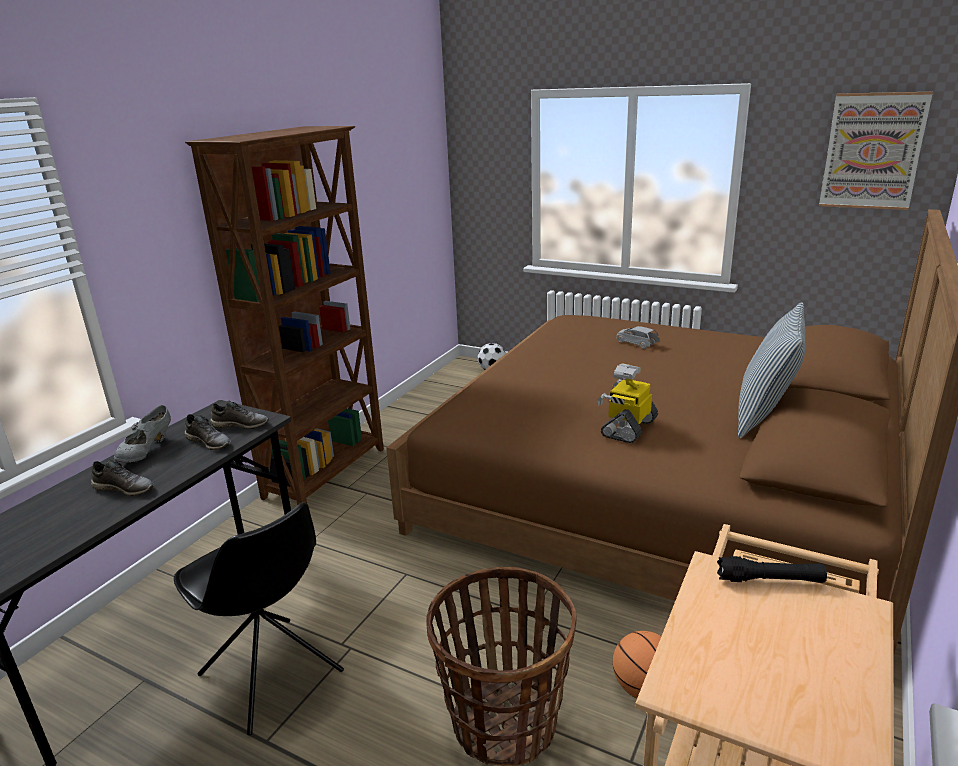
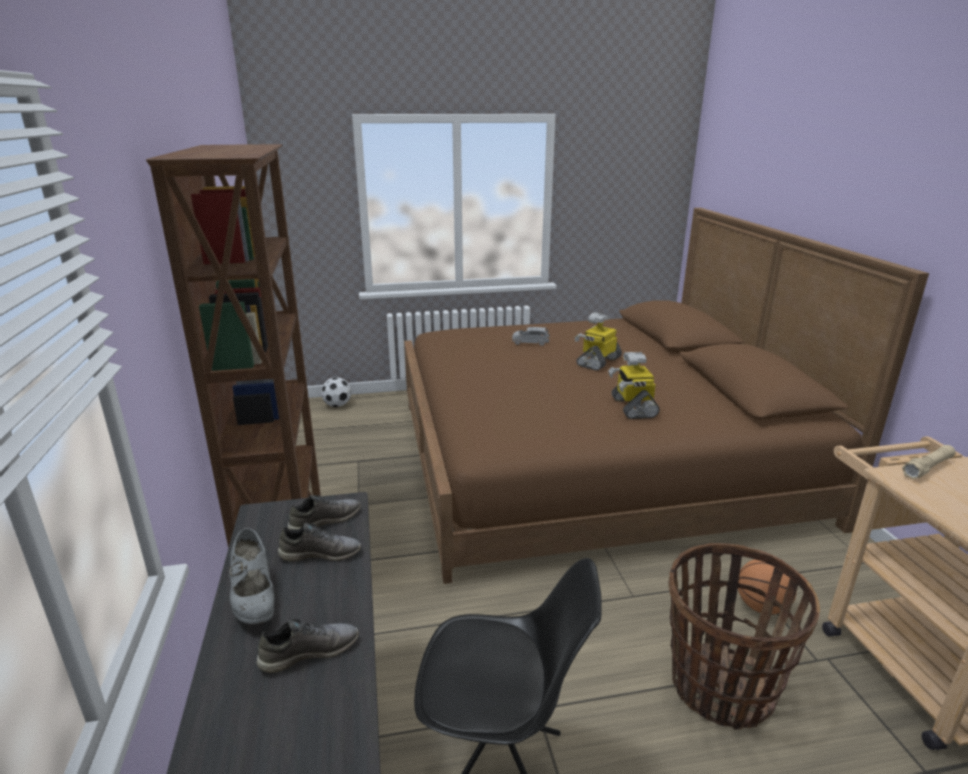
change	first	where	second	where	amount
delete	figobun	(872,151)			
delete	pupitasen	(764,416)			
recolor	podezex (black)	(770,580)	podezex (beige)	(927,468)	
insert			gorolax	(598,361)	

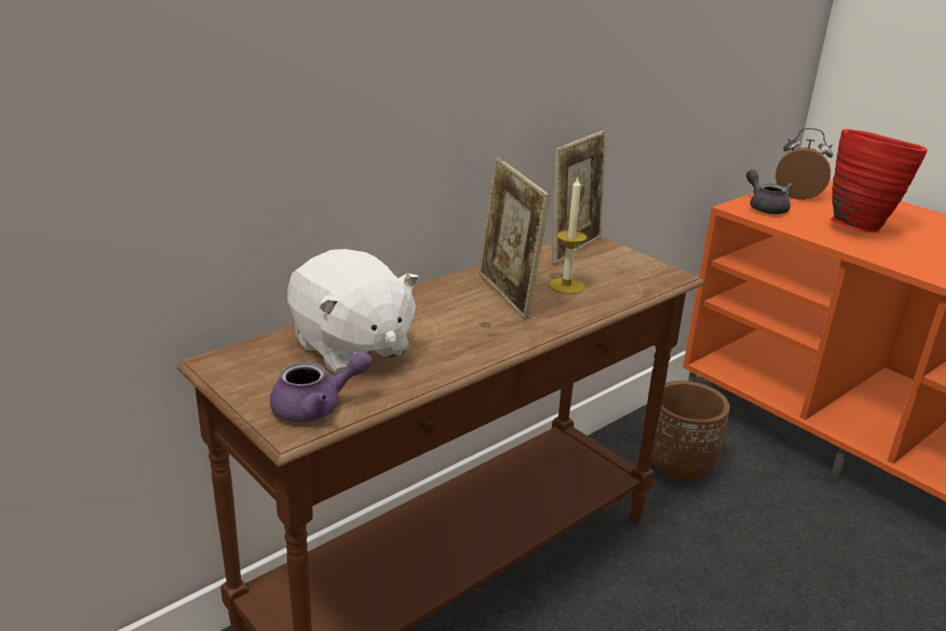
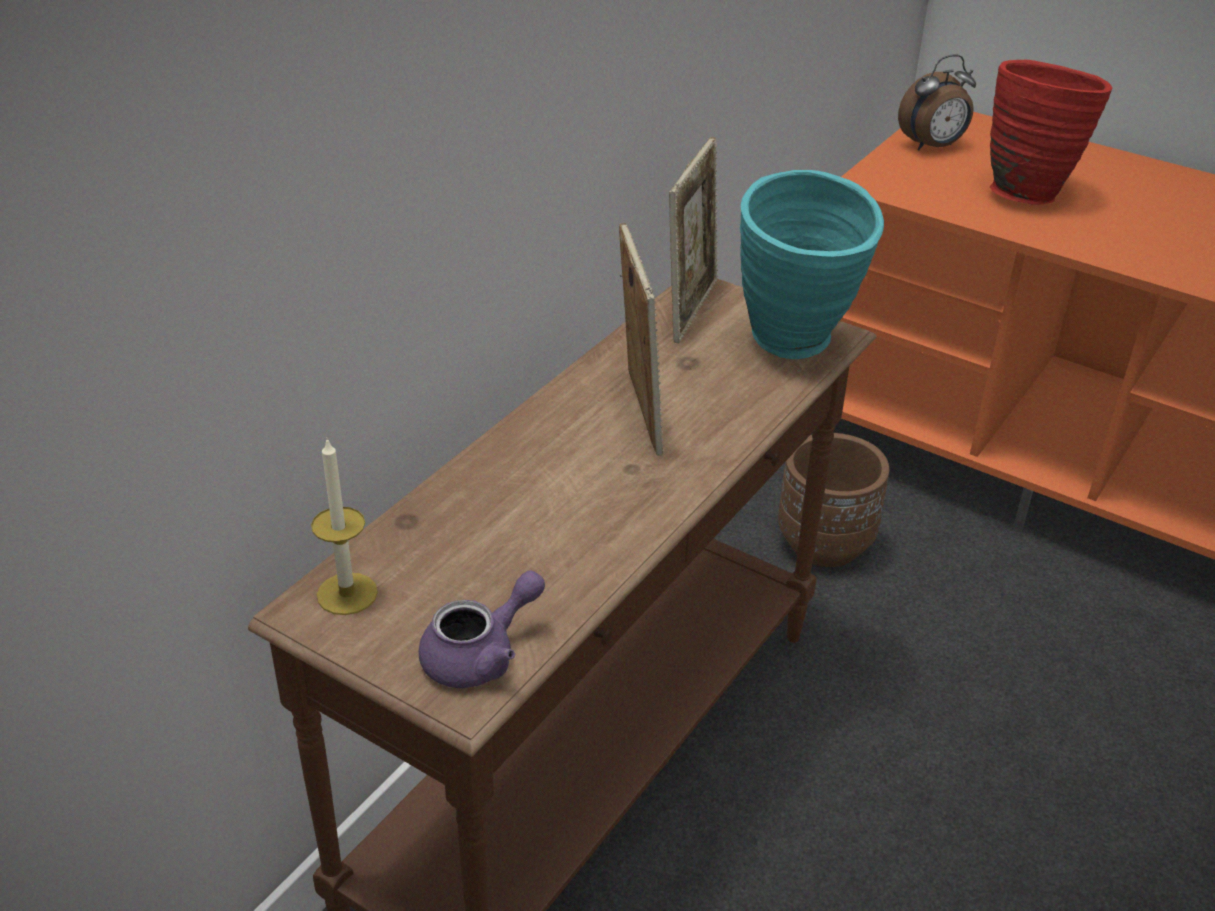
change	first	where	second	where	amount
rotate	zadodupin	(797,195)		(933,146)	150 degrees clockwise
rotate	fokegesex	(507,295)		(638,412)	150 degrees counterclockwise
delete	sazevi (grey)	(765,207)			
move	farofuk	(566,286)		(347,594)	
delete	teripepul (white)	(351,348)			
insert			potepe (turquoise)	(796,348)	

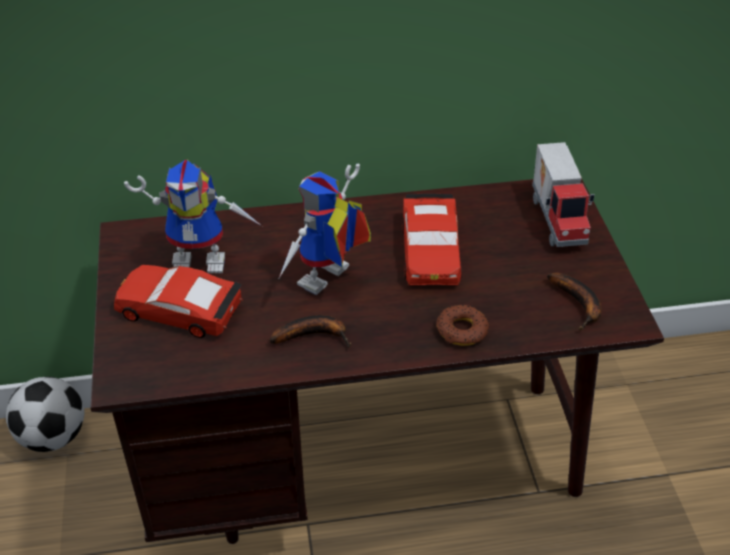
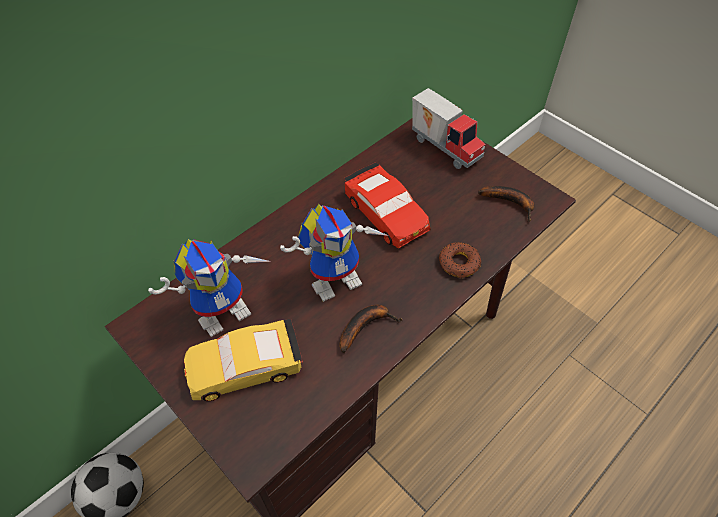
change	first	where	second	where	amount
rotate	gorolax	(327,283)		(337,278)	120 degrees counterclockwise
recolor	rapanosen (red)	(180,310)	rapanosen (yellow)	(245,366)	

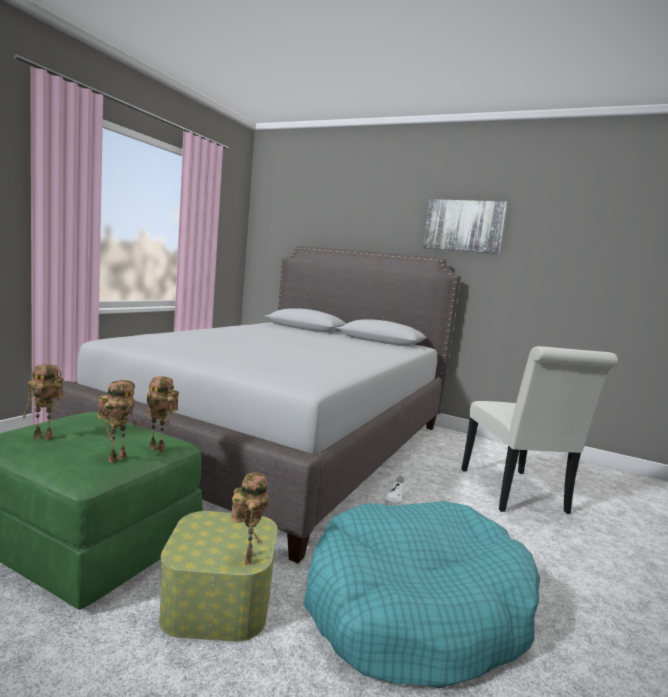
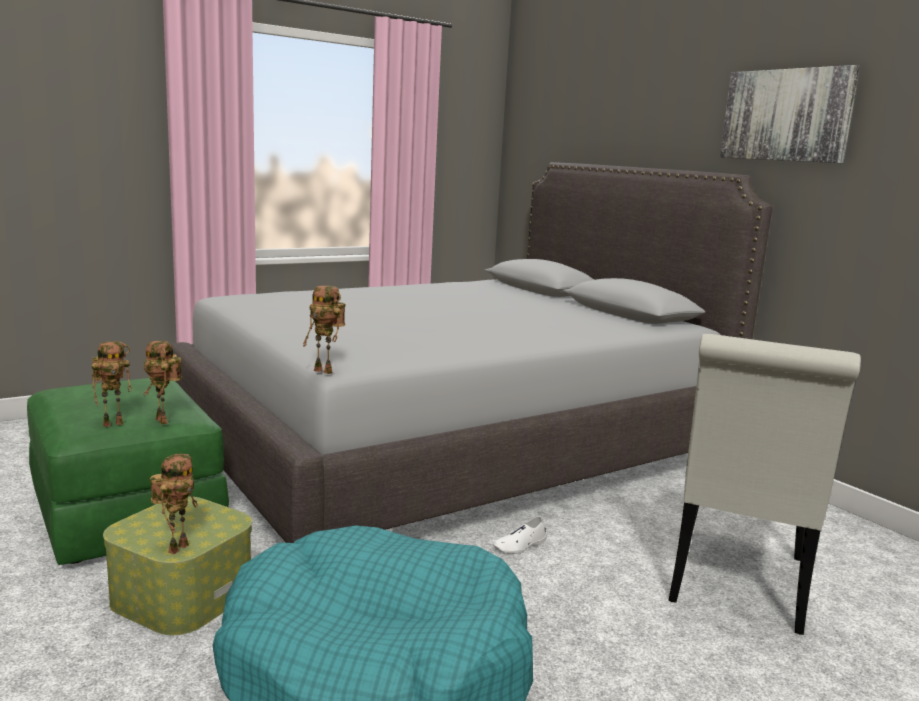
change	first	where	second	where	amount
move	gorolax	(45,437)		(325,371)	

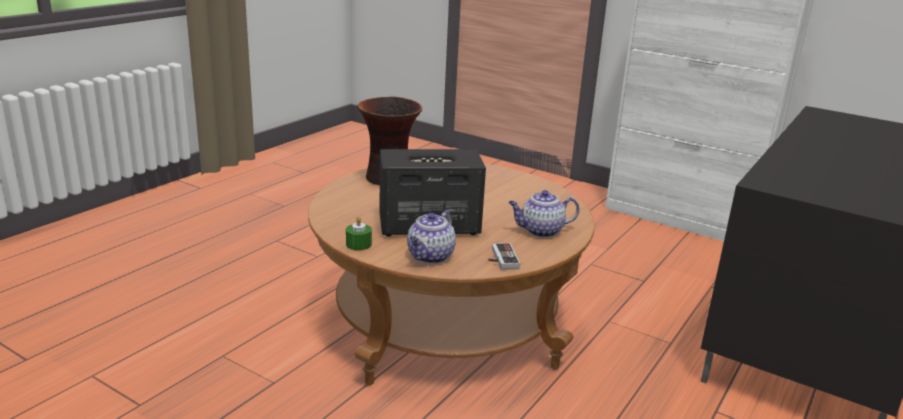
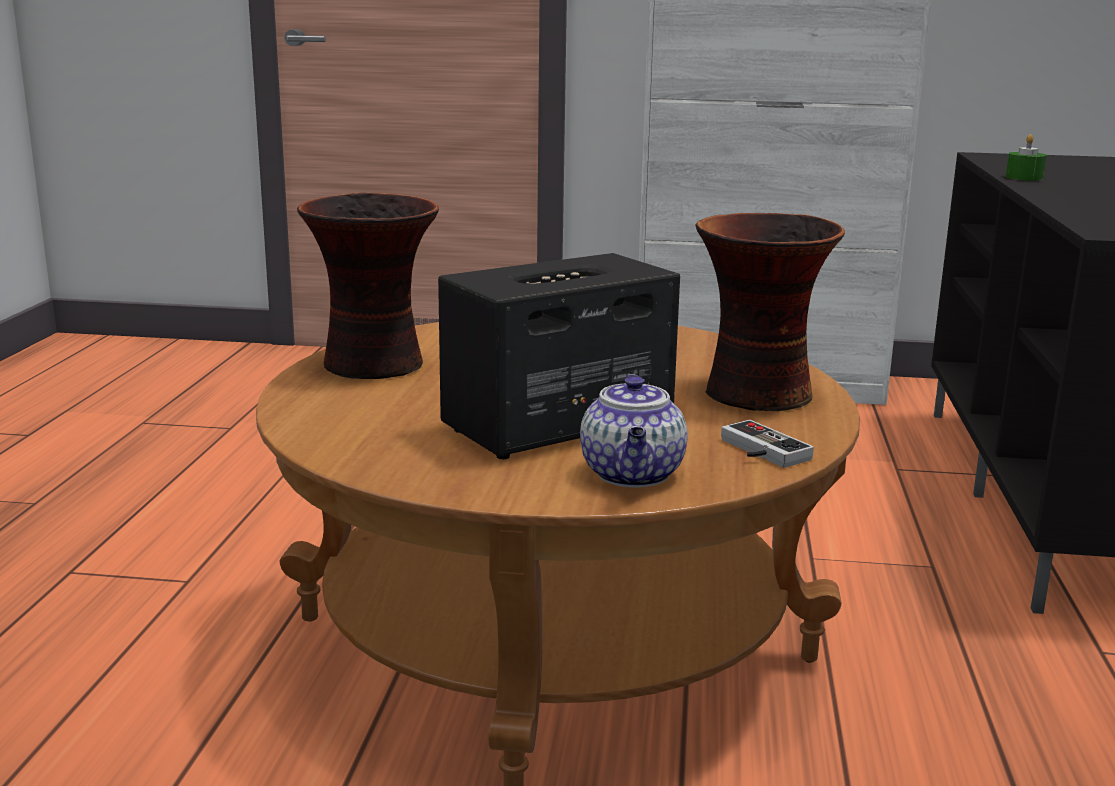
change	first	where	second	where	amount
replace	sazevi	(540,231)	potepe	(757,395)	
move	farofuk (green)	(358,244)		(1024,177)	

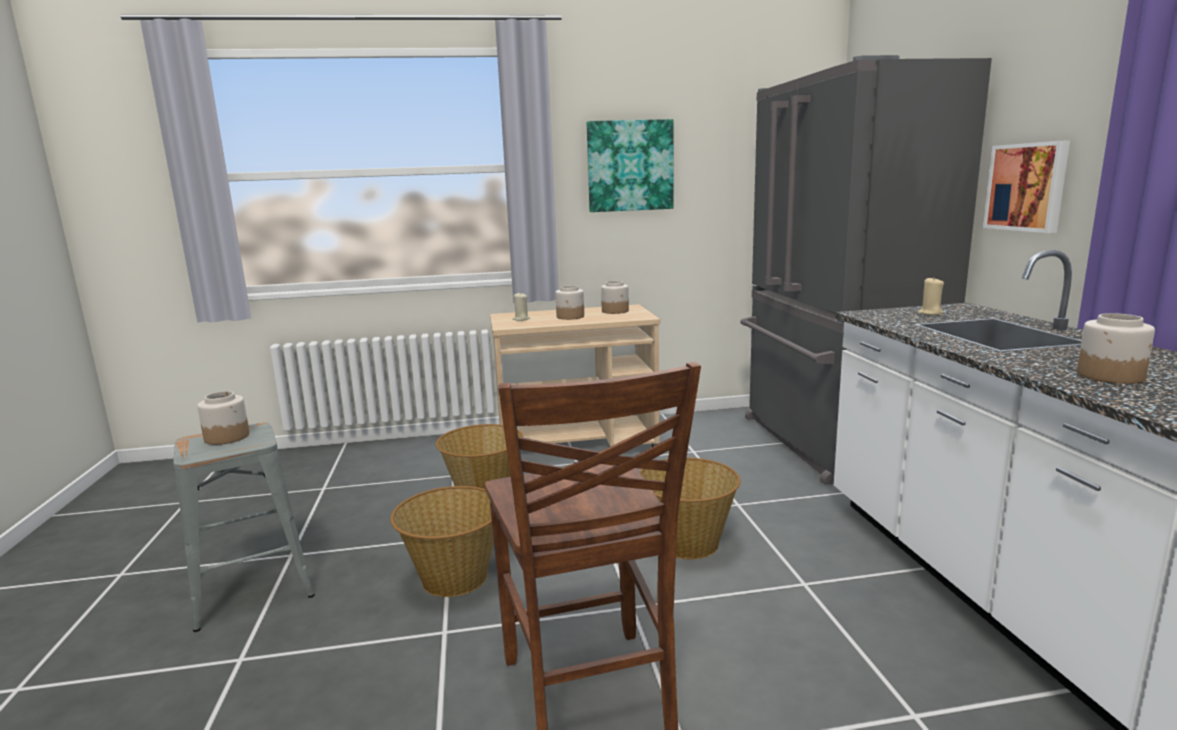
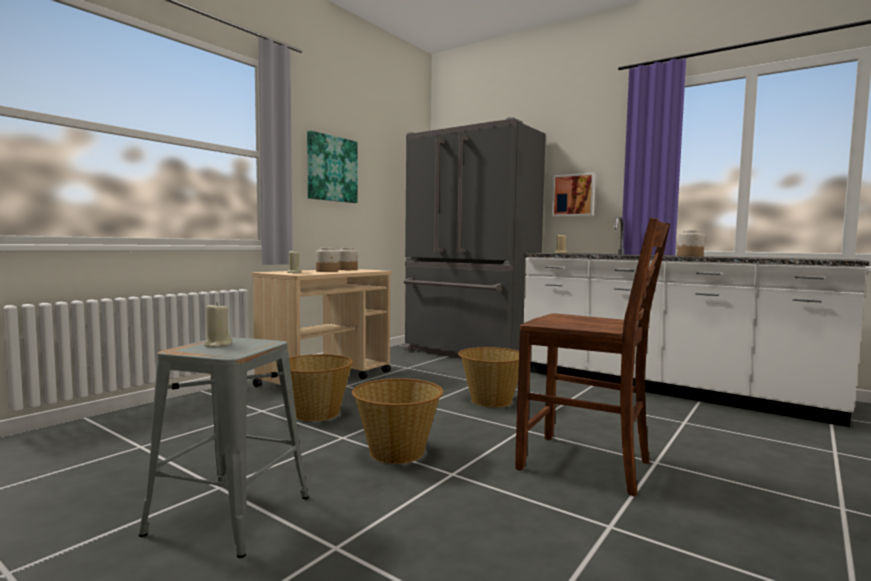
change	first	where	second	where	amount
replace	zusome	(227,437)	farofuk (beige)	(217,345)	

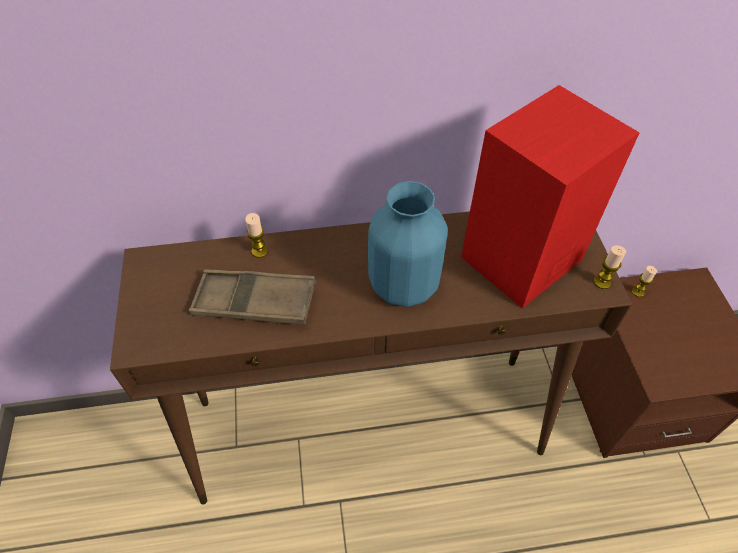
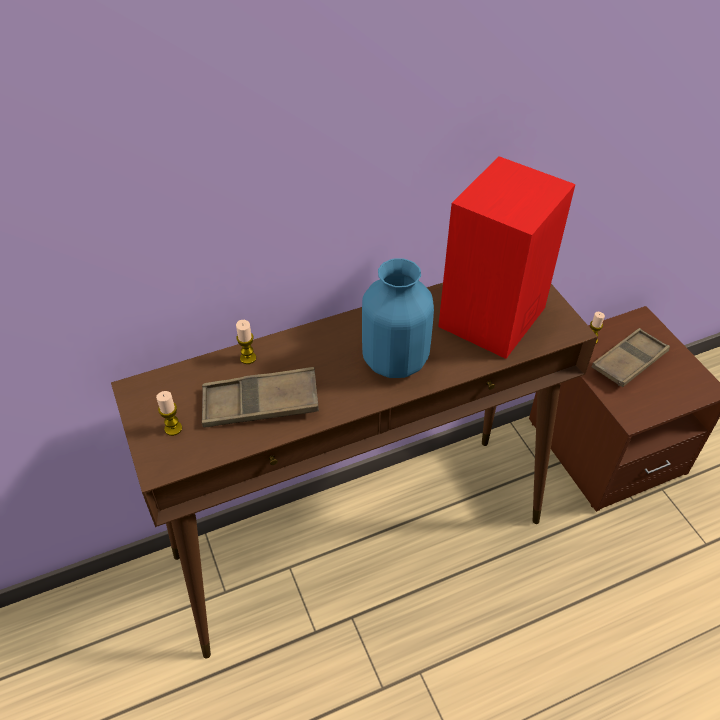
change	first	where	second	where	amount
move	farofuk	(602,282)		(173,428)	
insert			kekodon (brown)	(629,361)	

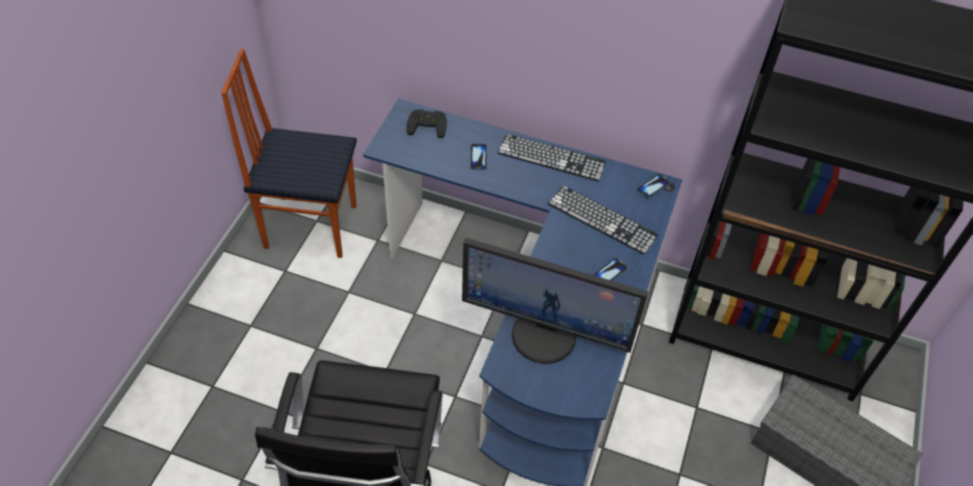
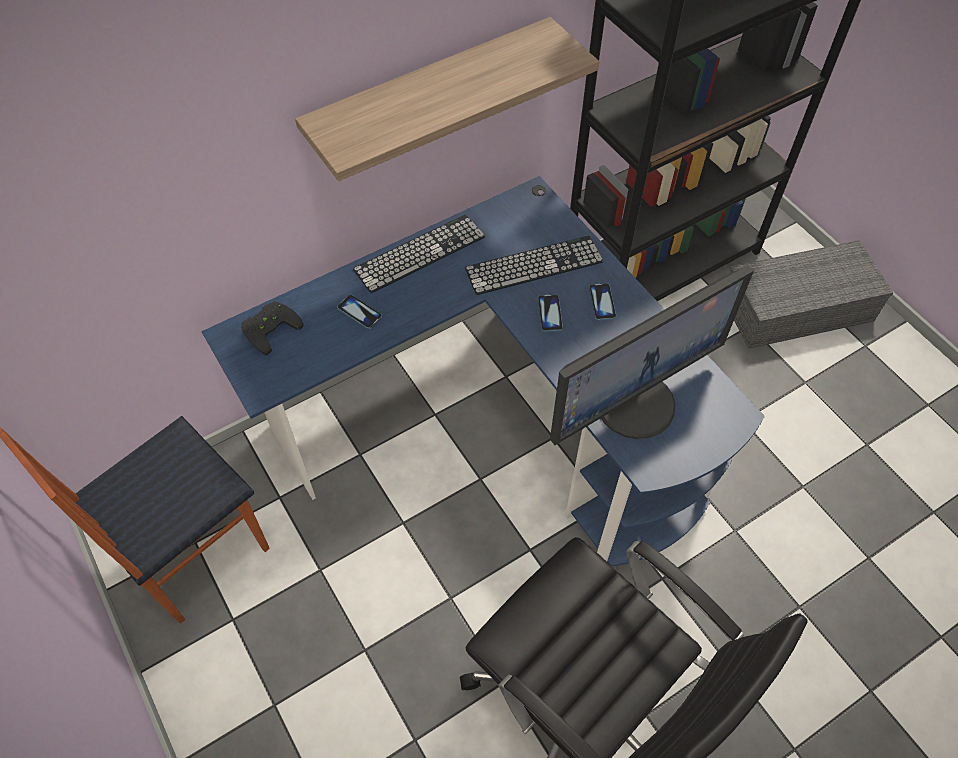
change	first	where	second	where	amount
move	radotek	(653,187)		(550,313)	
insert			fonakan	(430,96)	

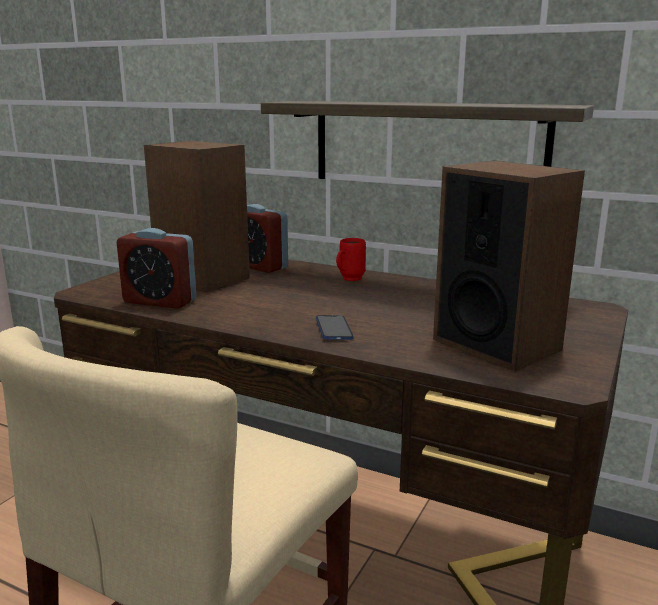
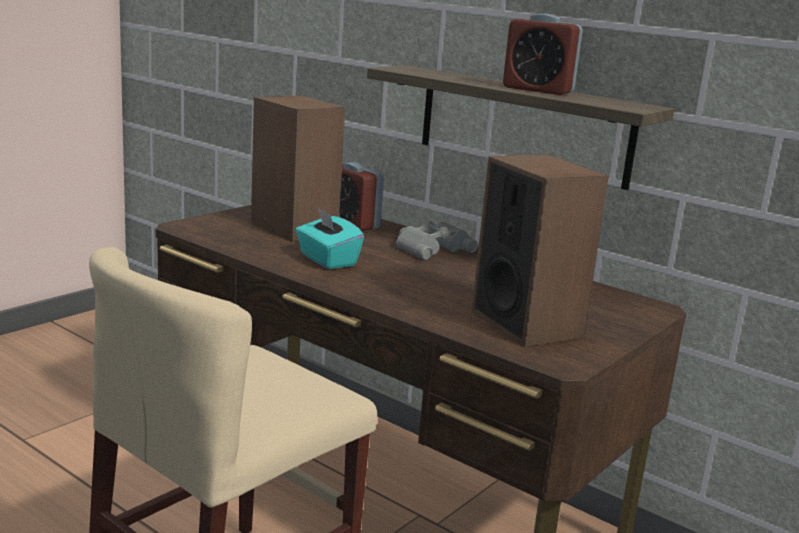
change	first	where	second	where	amount
move	zadodupin	(160,301)		(537,90)	
replace	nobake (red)	(348,280)	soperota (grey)	(431,248)	
delete	radotek	(333,329)			
insert			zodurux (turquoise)	(327,260)	

